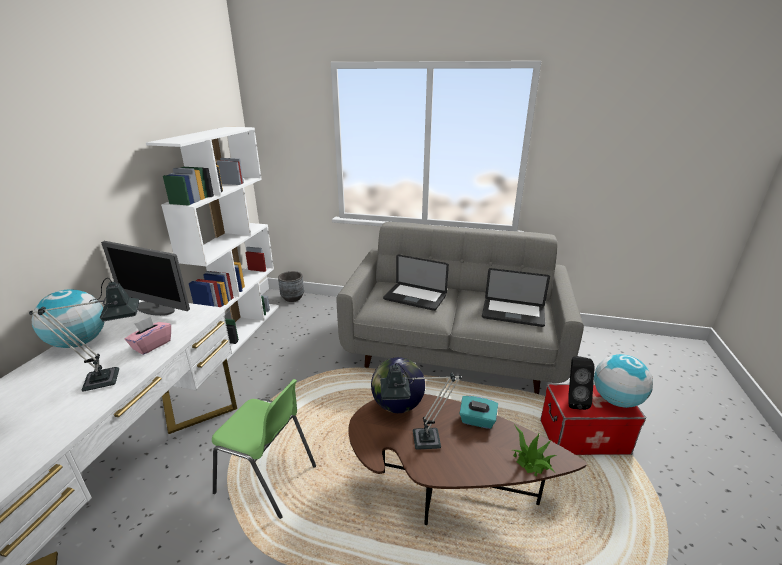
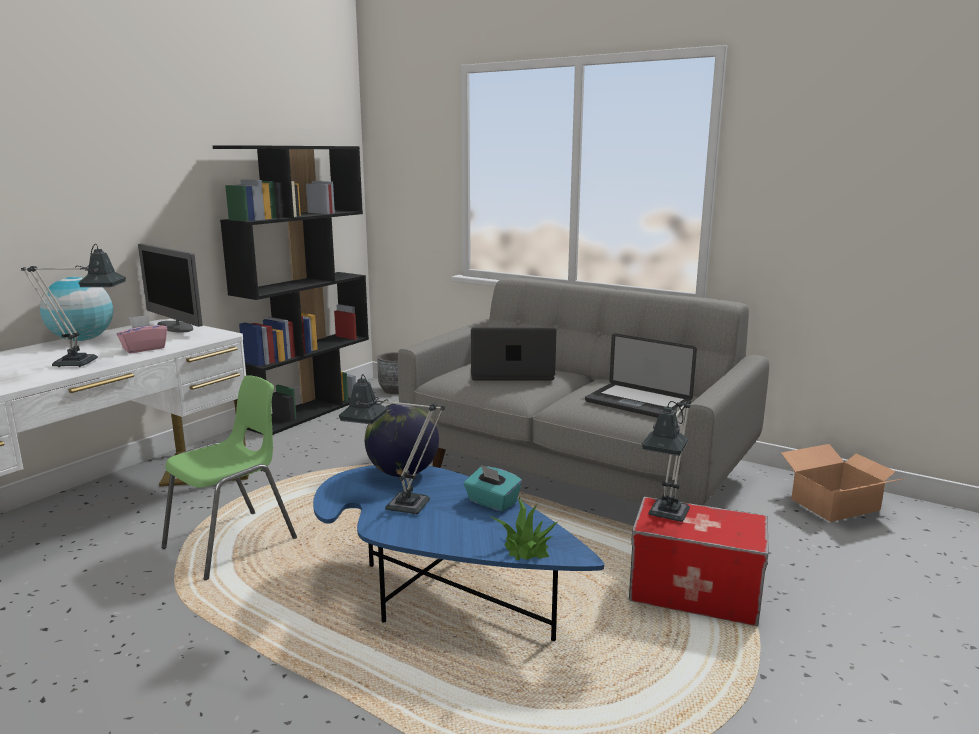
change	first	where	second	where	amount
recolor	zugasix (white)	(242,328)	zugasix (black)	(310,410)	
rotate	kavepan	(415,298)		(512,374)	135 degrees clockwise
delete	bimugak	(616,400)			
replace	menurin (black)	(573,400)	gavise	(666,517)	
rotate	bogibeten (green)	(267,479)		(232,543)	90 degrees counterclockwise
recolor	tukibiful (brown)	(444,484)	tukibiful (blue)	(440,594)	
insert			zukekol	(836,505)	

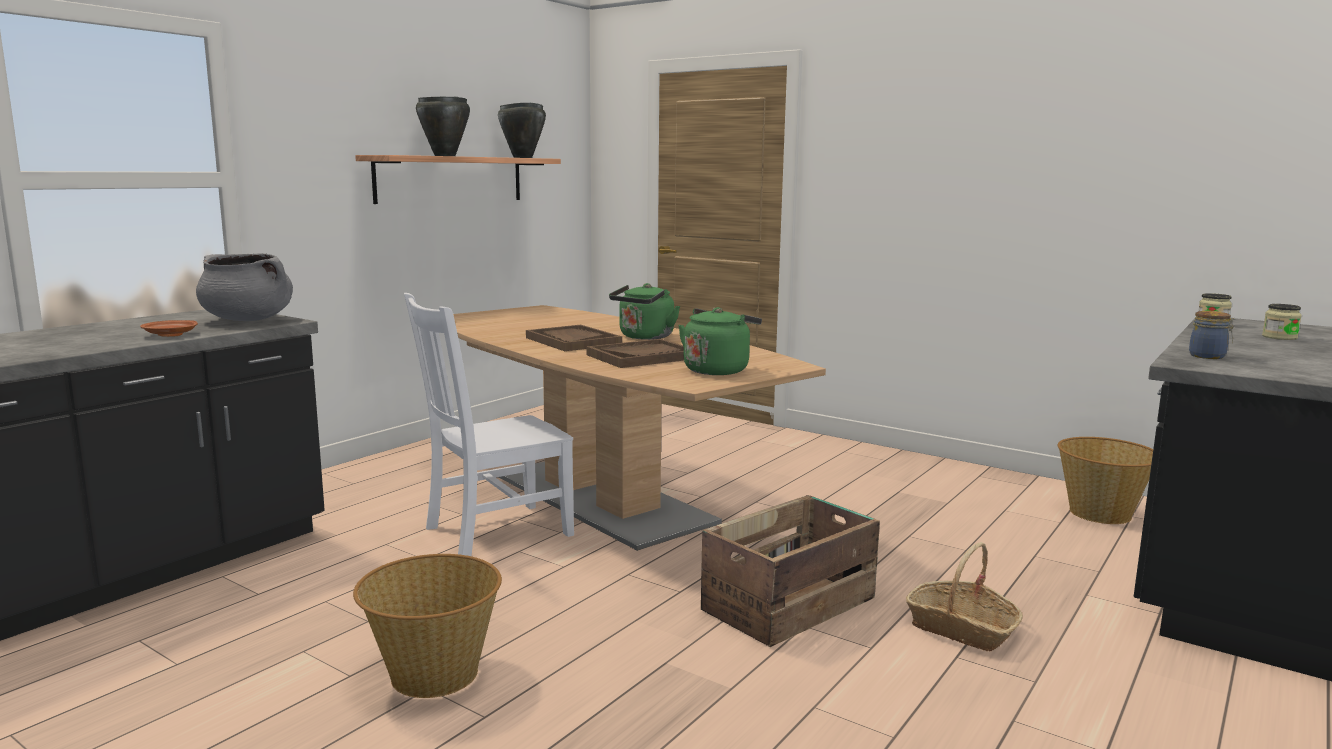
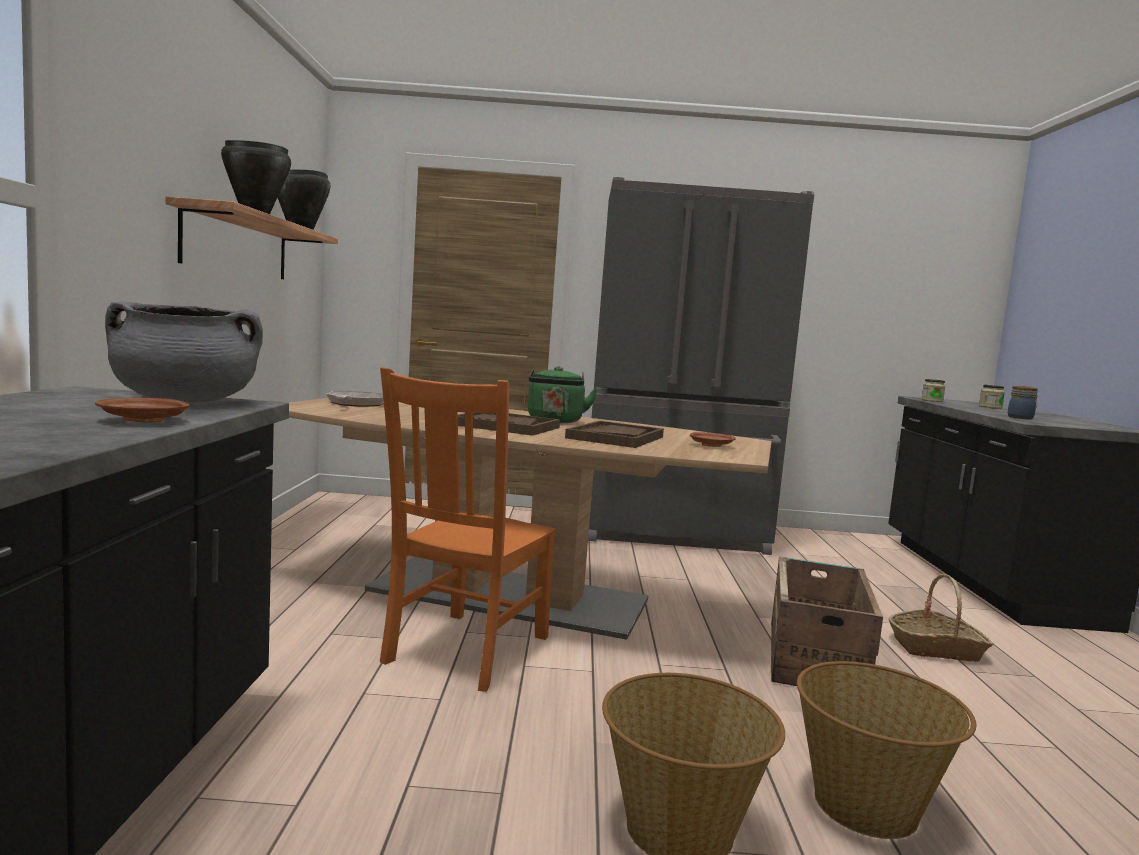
change	first	where	second	where	amount
recolor	bogibeten (white)	(493,532)	bogibeten (orange)	(464,651)	
replace	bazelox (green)	(718,370)	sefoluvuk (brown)	(711,445)	
move	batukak	(1101,514)		(867,806)	
insert			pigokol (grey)	(673,534)	
insert			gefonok	(355,404)	

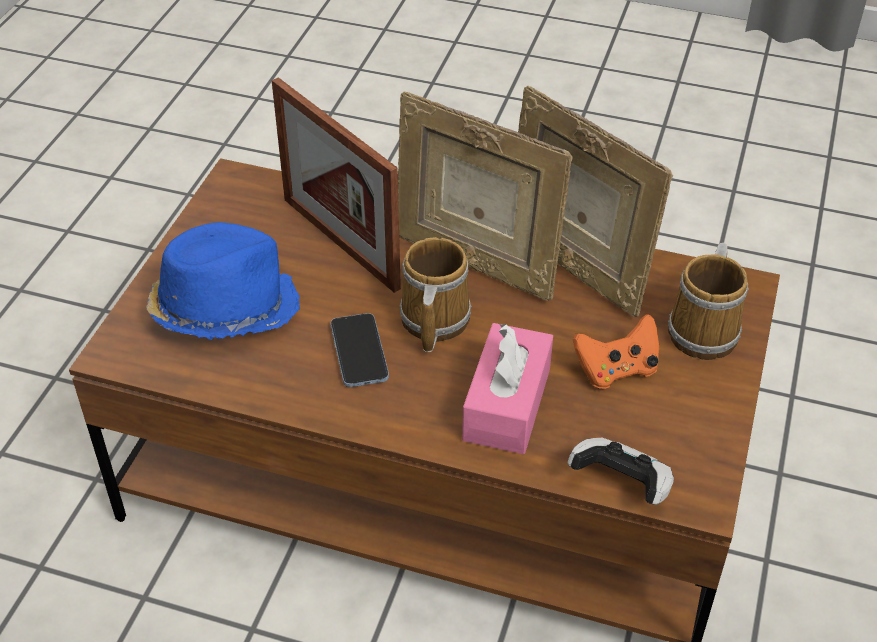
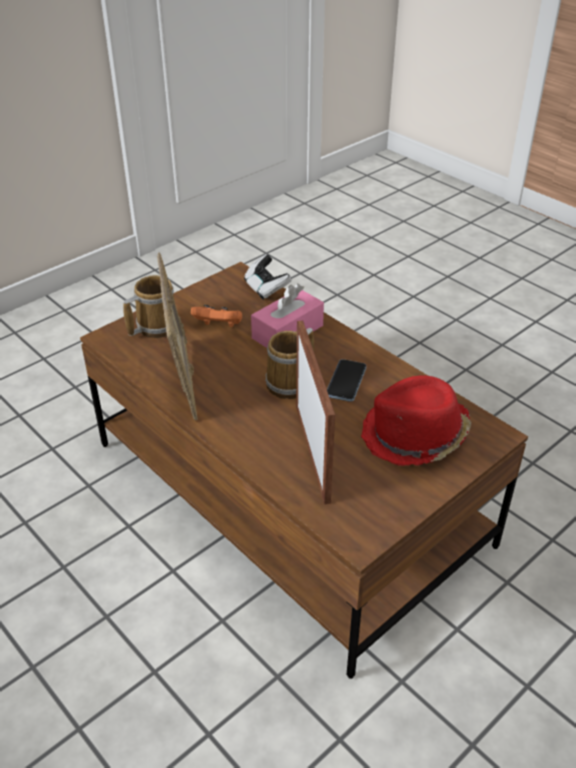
change	first	where	second	where	amount
delete	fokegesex	(475,262)			
recolor	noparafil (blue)	(224,308)	noparafil (red)	(414,436)	

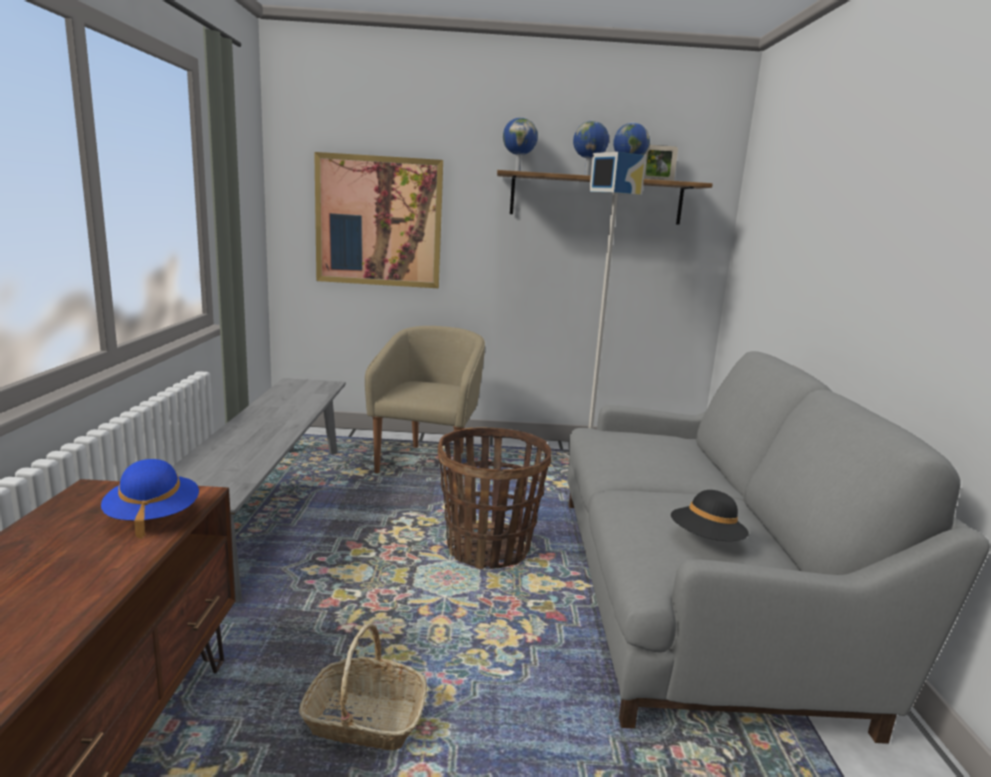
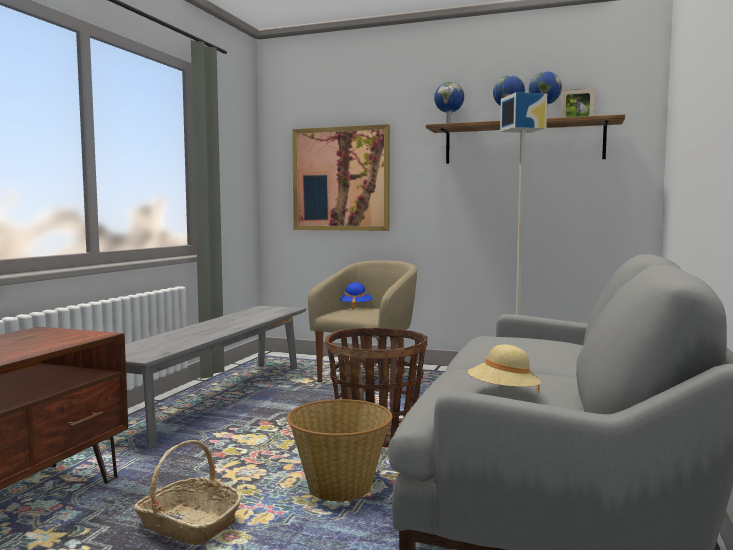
change	first	where	second	where	amount
move	noparafil (blue)	(153,517)		(355,307)	
recolor	noparafil (black)	(706,540)	noparafil (beige)	(503,394)	
insert			batukak	(340,487)	

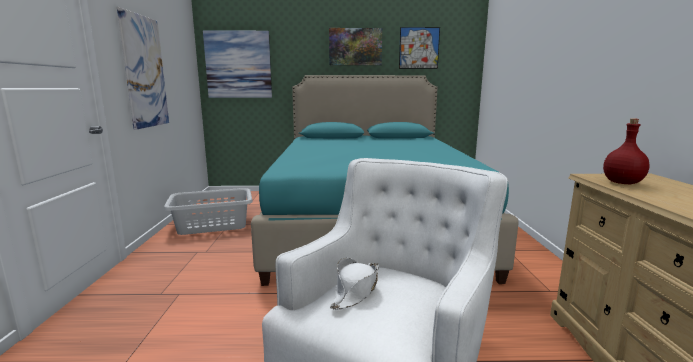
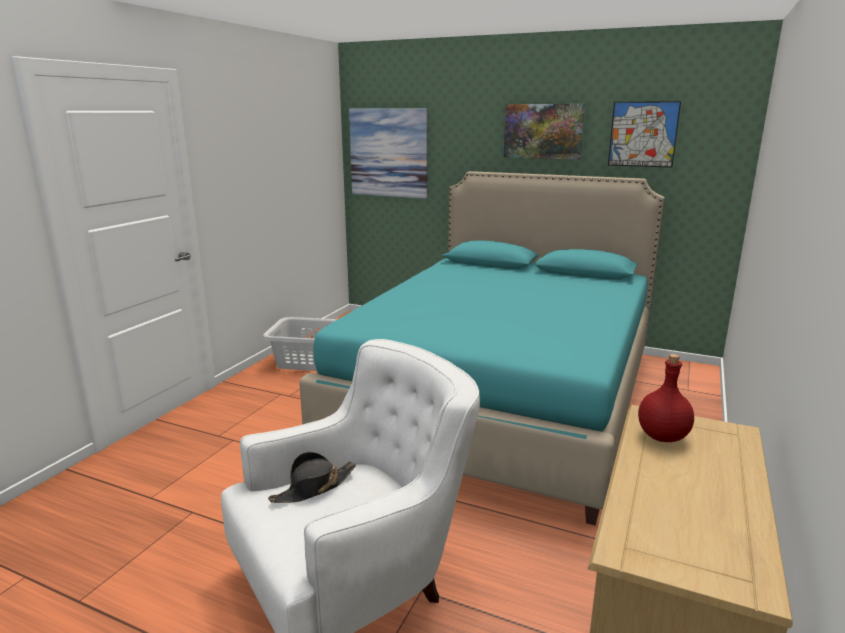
change	first	where	second	where	amount
delete	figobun	(145,72)			
recolor	noparafil (white)	(356,290)	noparafil (black)	(314,487)	

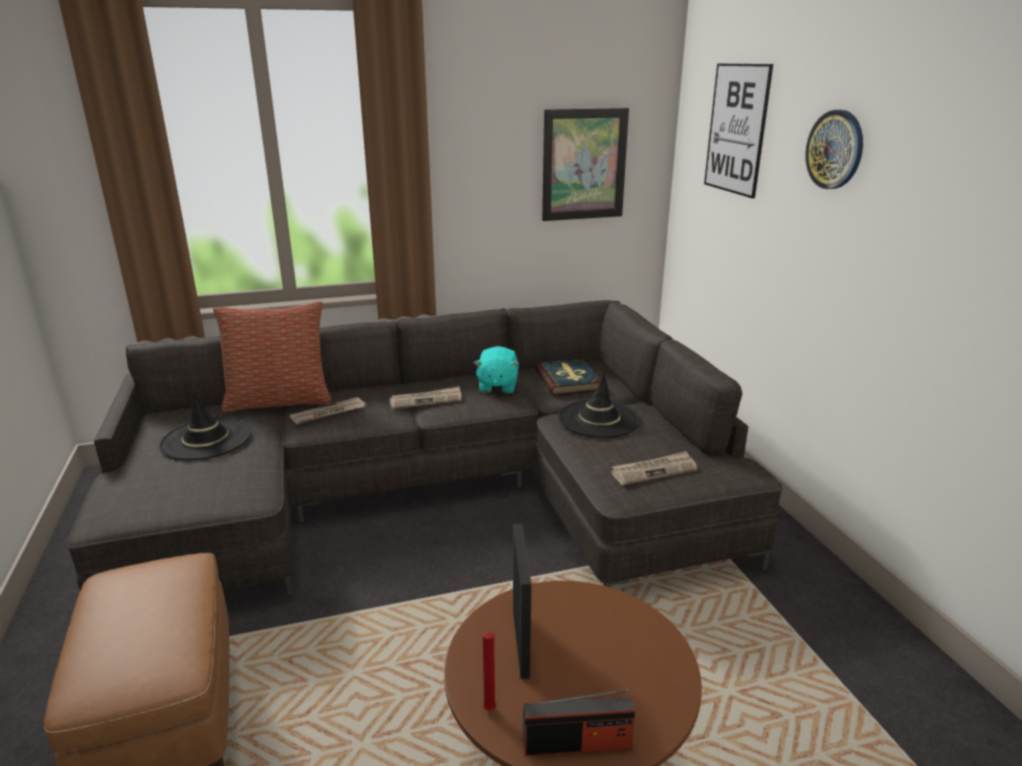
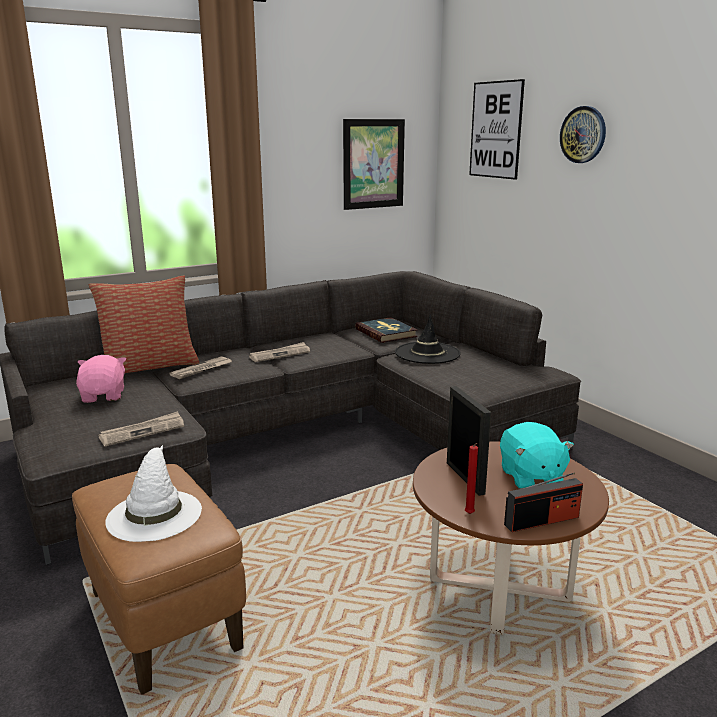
change	first	where	second	where	amount
move	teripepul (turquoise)	(497,386)		(530,477)	
replace	noparafil (black)	(206,439)	teripepul (pink)	(104,396)	
move	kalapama	(654,470)		(143,431)	
insert			noparafil (white)	(154,514)	

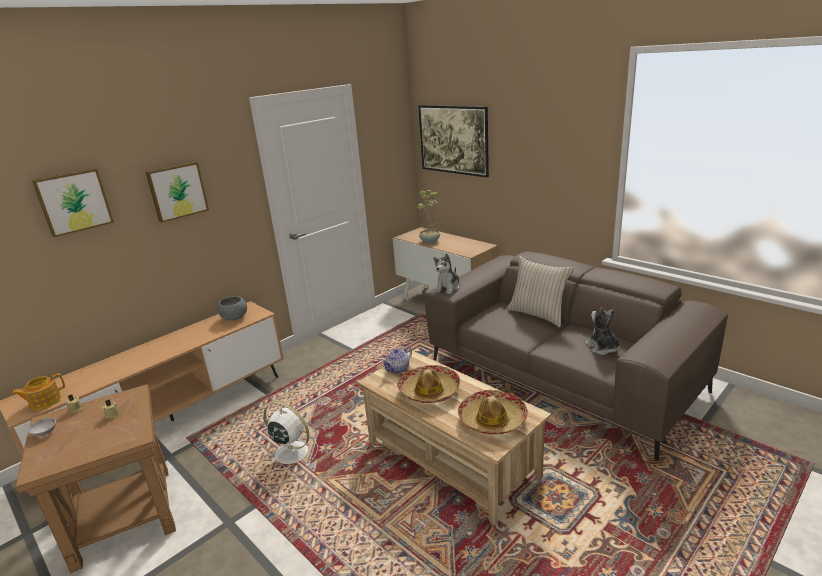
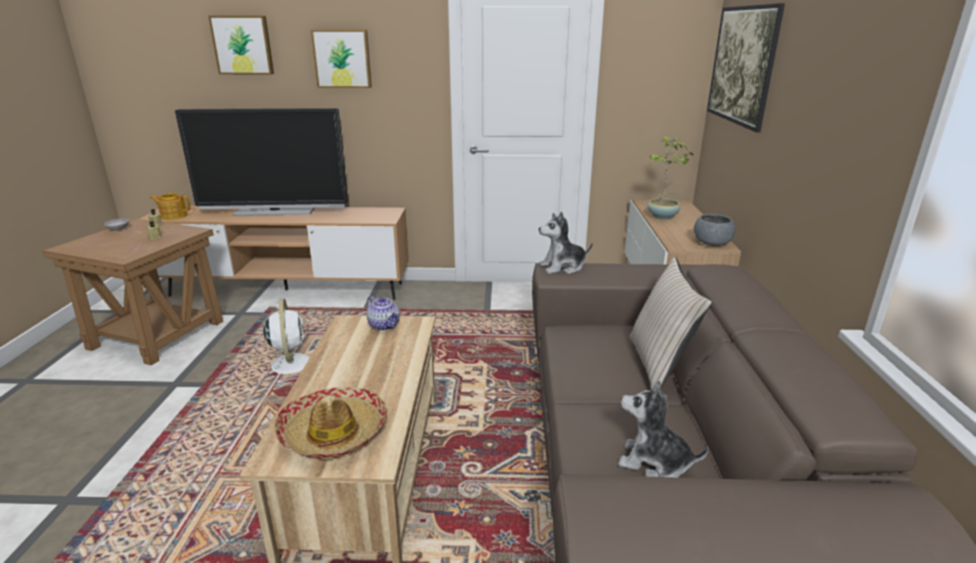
change	first	where	second	where	amount
move	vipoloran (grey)	(234,318)		(711,243)	
rotate	teripepul	(602,348)		(653,463)	90 degrees counterclockwise
rotate	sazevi	(398,369)		(384,325)	135 degrees counterclockwise
delete	noparafil	(429,391)			
insert			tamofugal	(275,211)	

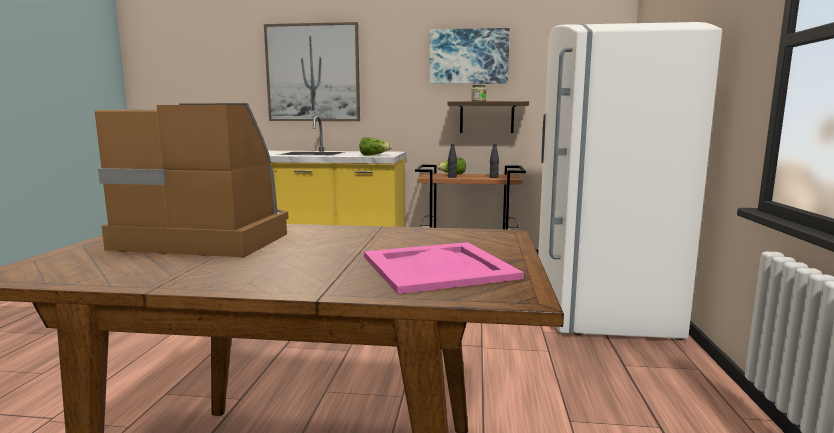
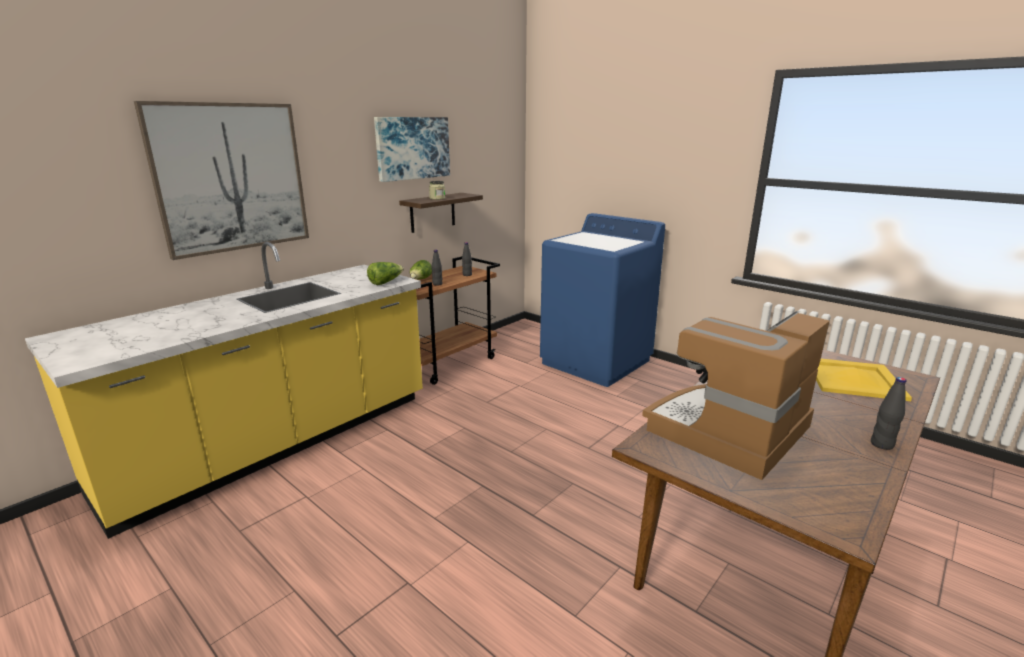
change	first	where	second	where	amount
replace	pigokol (white)	(597,306)	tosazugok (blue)	(596,362)	
recolor	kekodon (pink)	(437,267)	kekodon (yellow)	(854,379)	
insert			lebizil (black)	(882,444)	

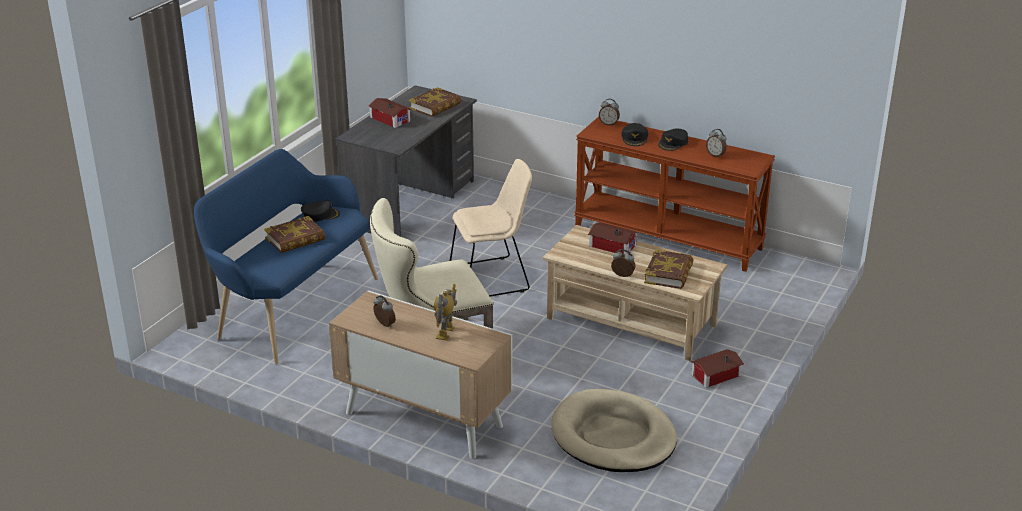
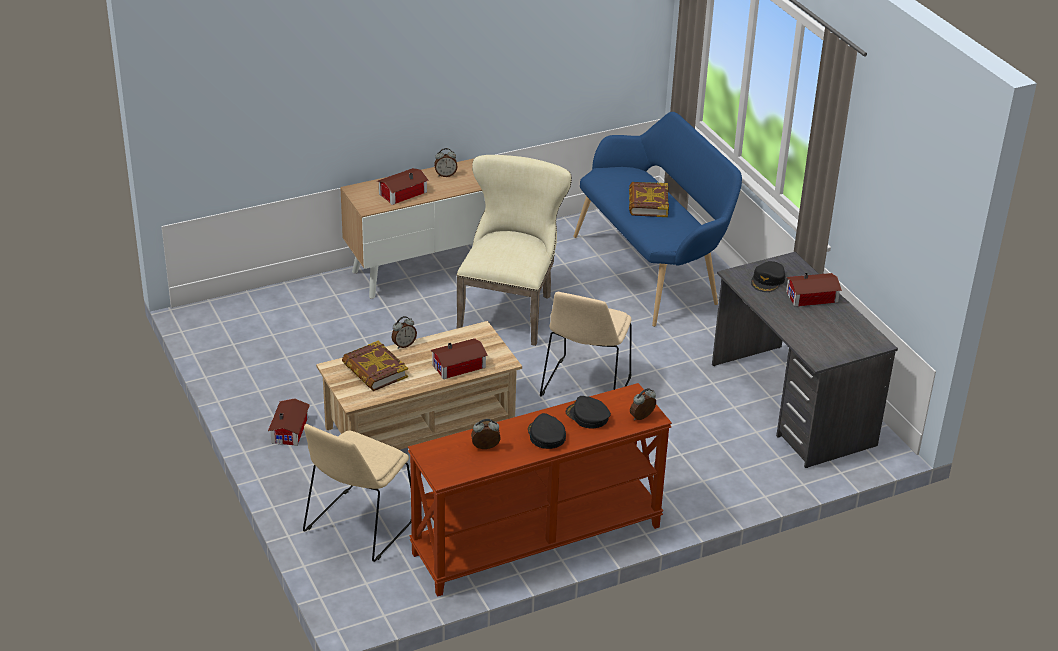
change	first	where	second	where	amount
delete	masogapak	(435,106)			
move	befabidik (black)	(320,215)		(768,280)	
replace	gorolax	(446,333)	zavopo	(401,193)	
delete	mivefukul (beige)	(613,436)			
insert			bogibeten (beige)	(358,527)	

